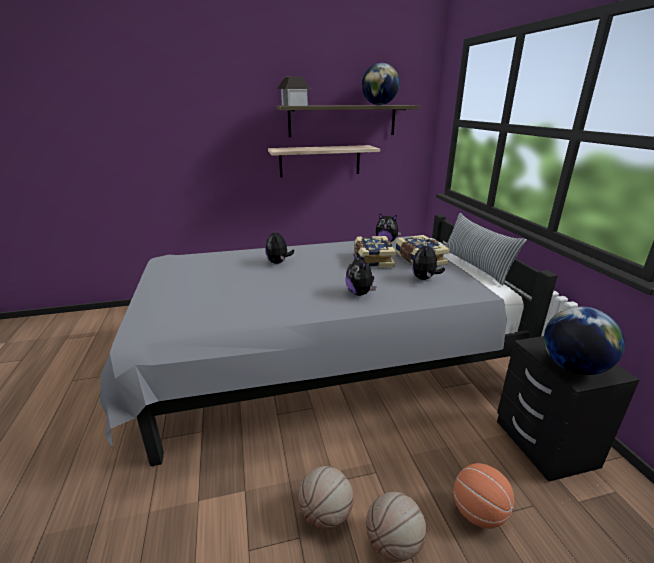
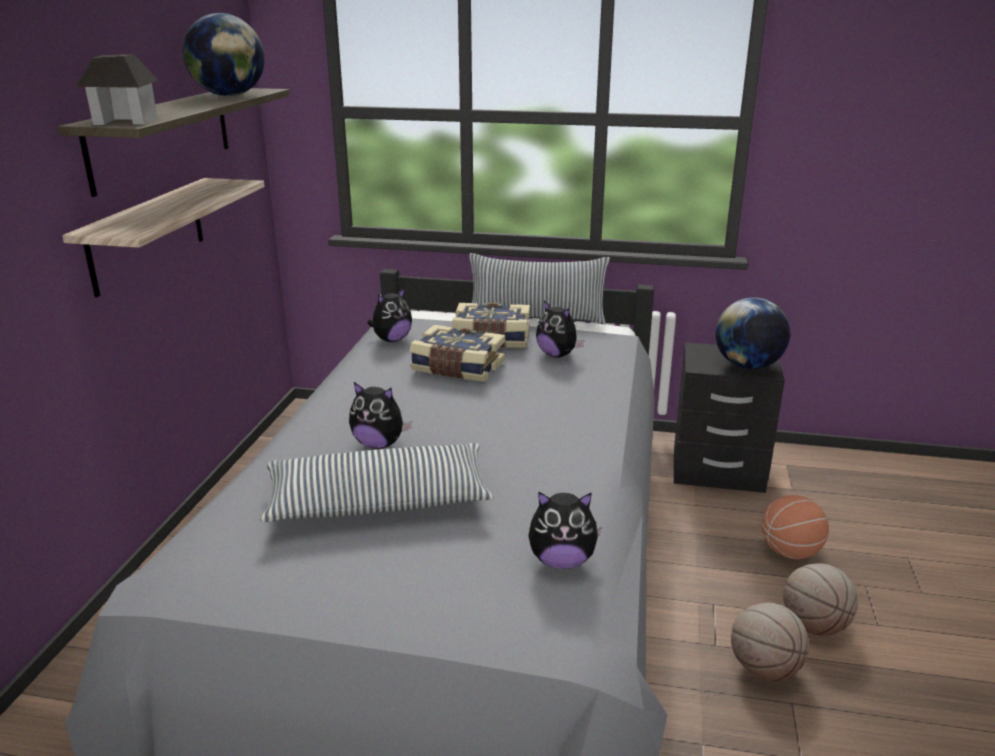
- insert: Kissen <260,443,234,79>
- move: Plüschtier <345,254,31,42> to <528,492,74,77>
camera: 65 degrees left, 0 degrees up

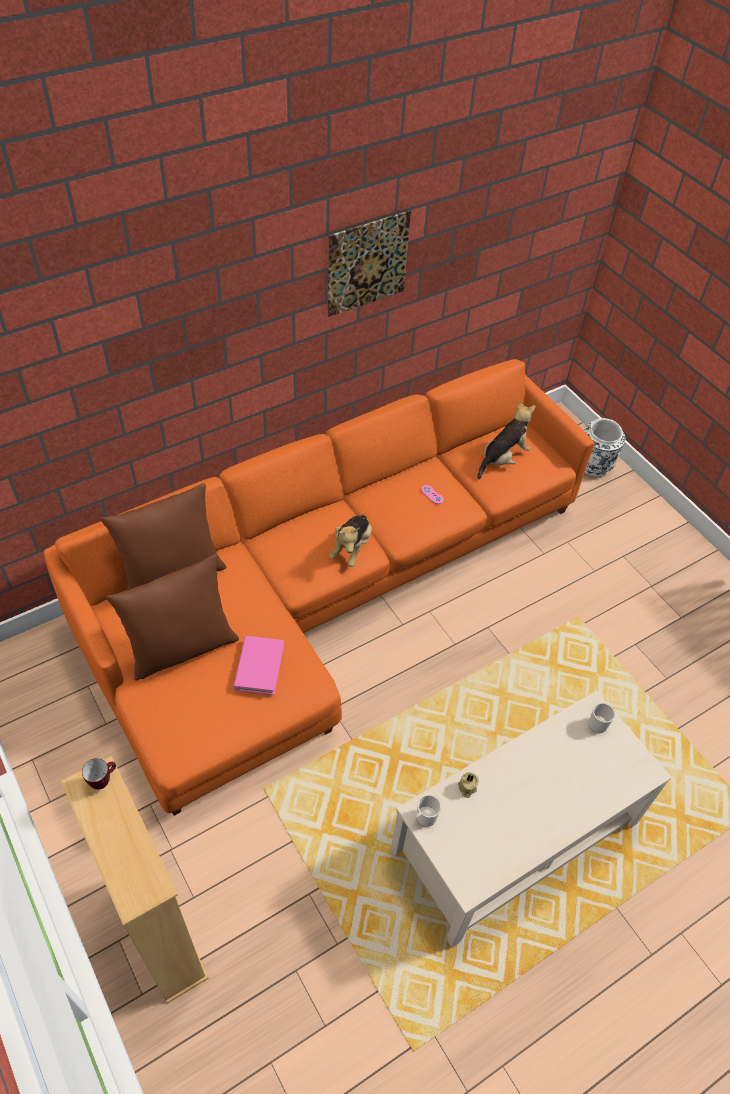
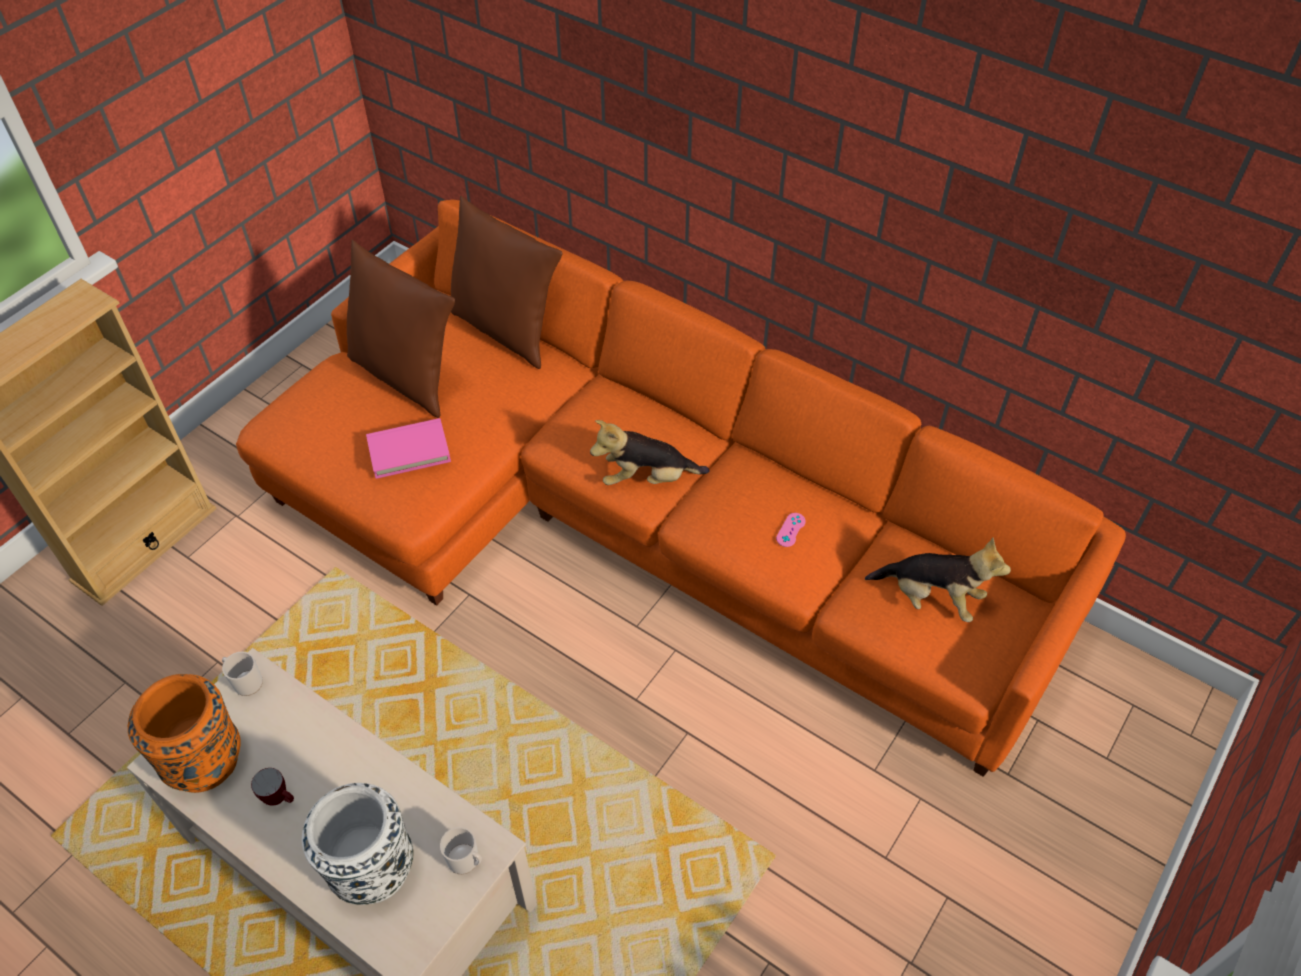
- insert: Vase/orange <128,674,113,119>
- move: Henkelbecher <82,758,34,32> to <251,768,43,38>
- move: Vase/weiß <584,418,41,59> to <302,783,111,122>
- delete: Bild <327,210,84,107>
- delete: Kerze/beige <458,772,21,26>
camera: 70 degrees right, 0 degrees up

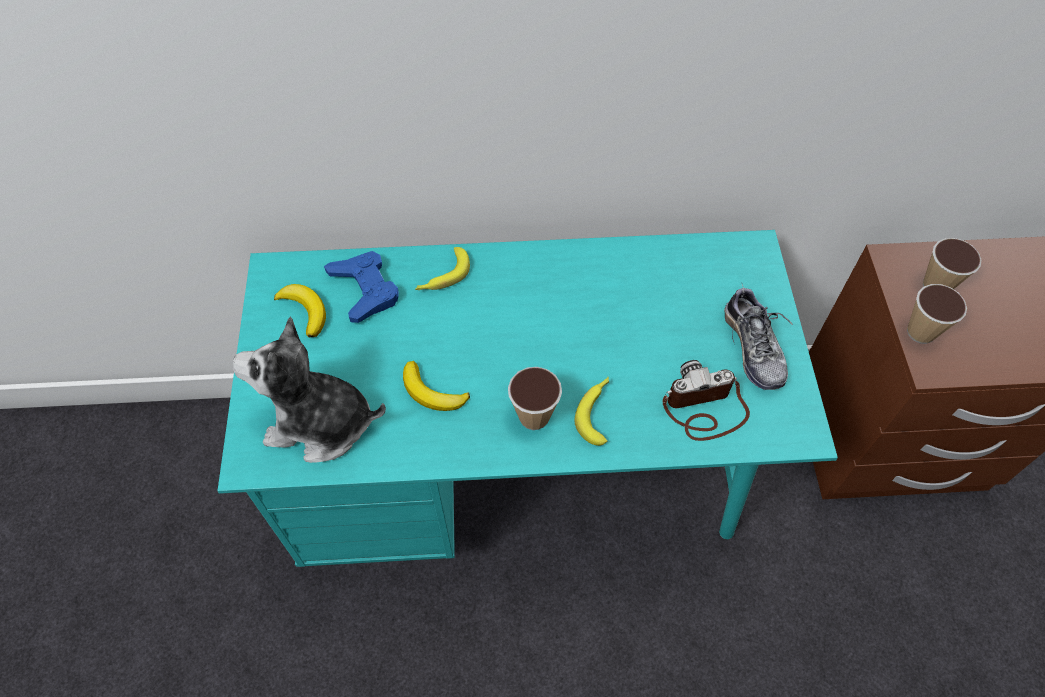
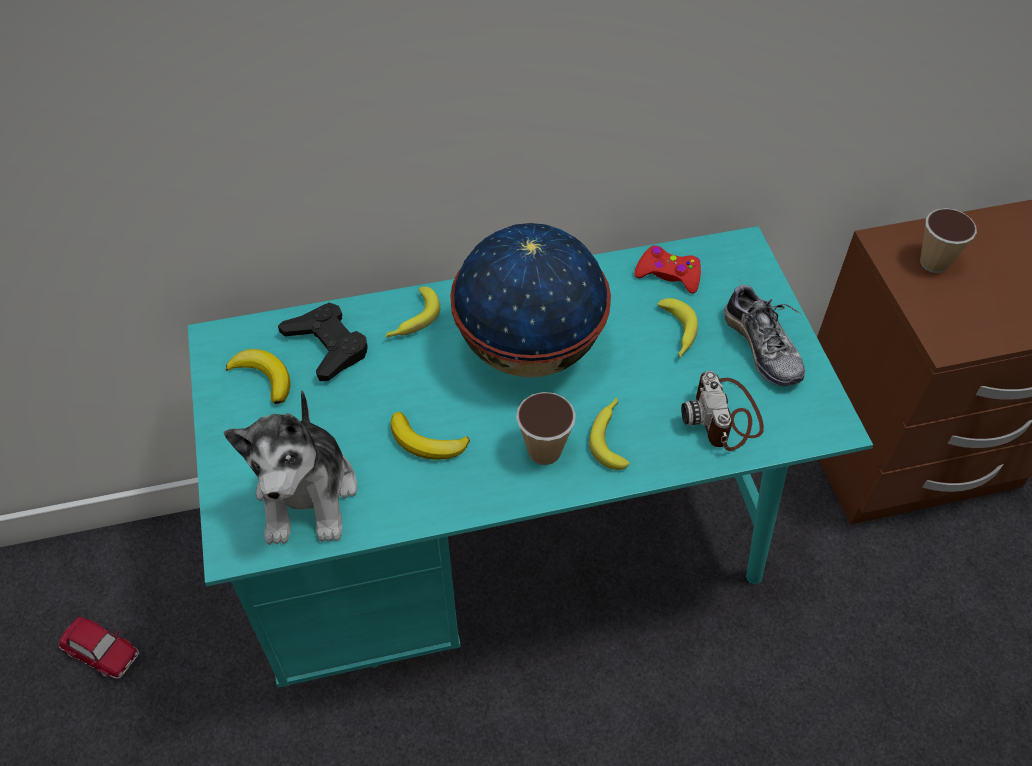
- insert: Spielzeugauto <58,617,81,62>
- rotate: Plüschtier <233,317,153,146> = <224,390,133,155> 90 degrees counterclockwise
- recolor: Gamepad/blau <324,251,75,72> to Gamepad/schwarz <278,303,90,78>
- insert: Globus <450,223,161,154>
- insert: Gamepad/rot <634,245,67,49>
- insert: Banane <657,298,41,60>
- rotate: Kamera <663,360,87,81> = <681,371,83,80> 75 degrees counterclockwise
- delete: Tasse <907,284,60,60>
camera: 10 degrees left, 5 degrees down

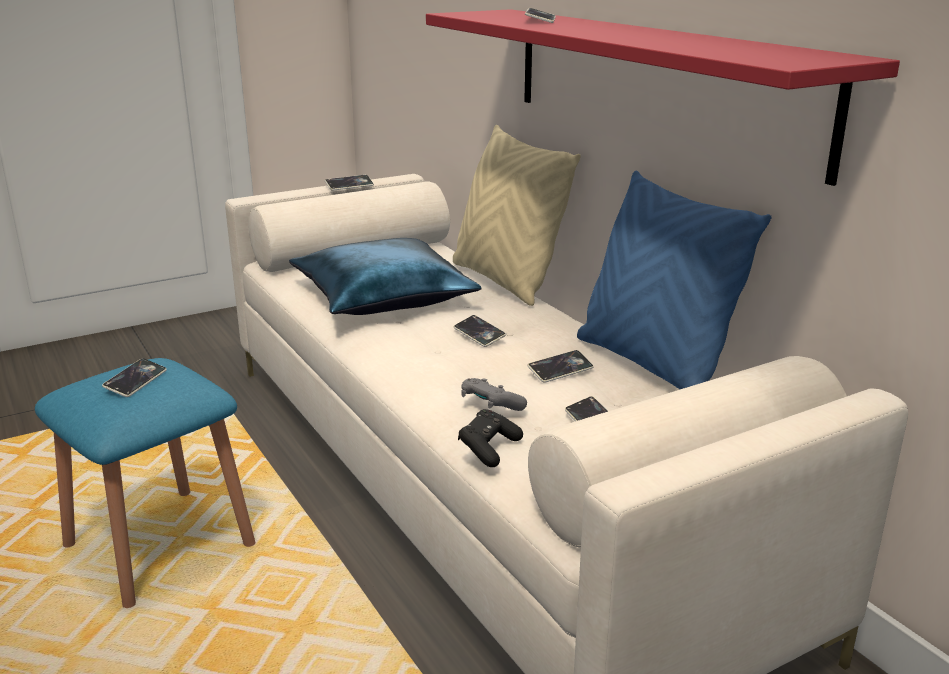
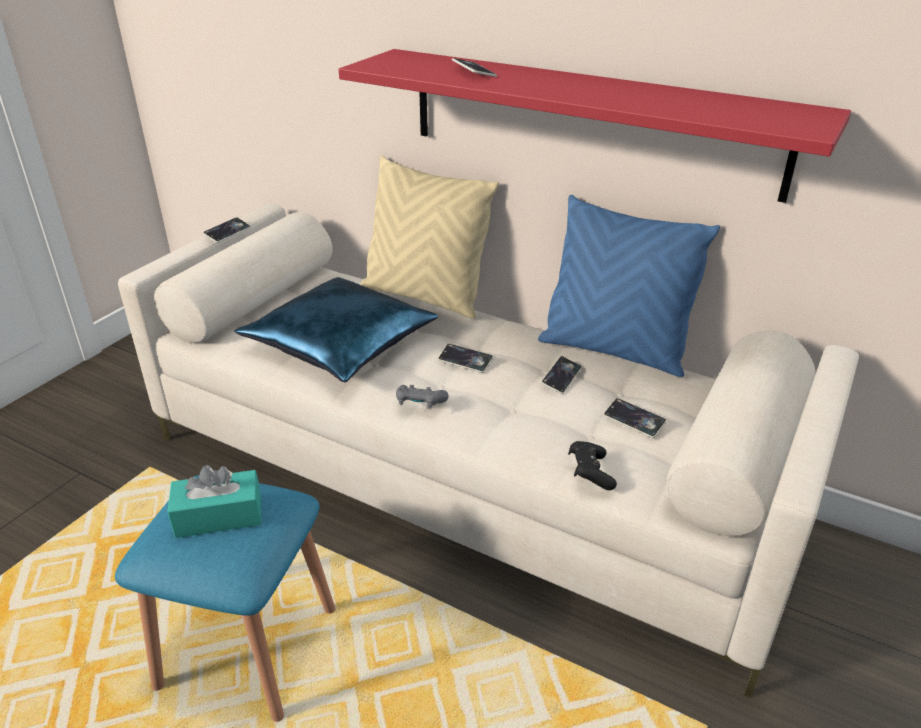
- replace: Handy <102,358,65,39> to Taschentuchbox/türkis <167,465,94,73>
- move: Gamepad/grau <461,378,66,33> to <396,385,53,24>
camera: 30 degrees left, 10 degrees up

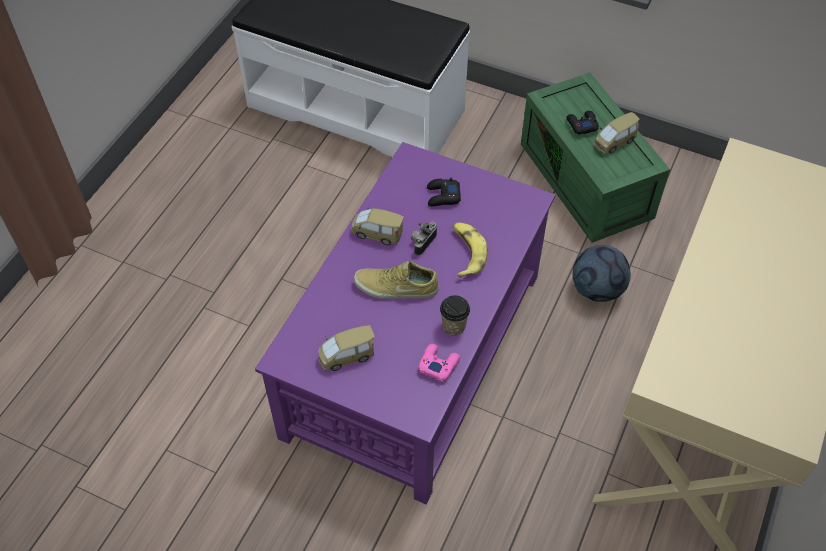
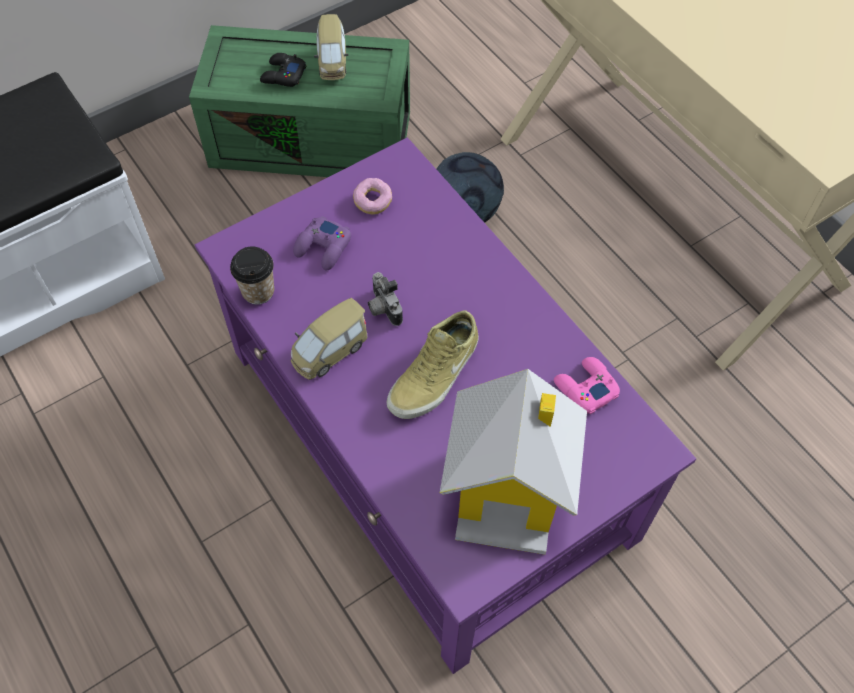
- move: Tasse <440,295,30,41> to <230,246,44,59>
- recolor: Gamepad/schwarz <427,178,34,28> to Gamepad/lila <293,216,58,54>
- insert: Donut <353,178,39,36>
- replace: Spielzeugauto <318,325,57,46> to Spielzeughaus <440,369,147,186>
- delete: Banane <453,222,34,56>
camera: 60 degrees left, 5 degrees up

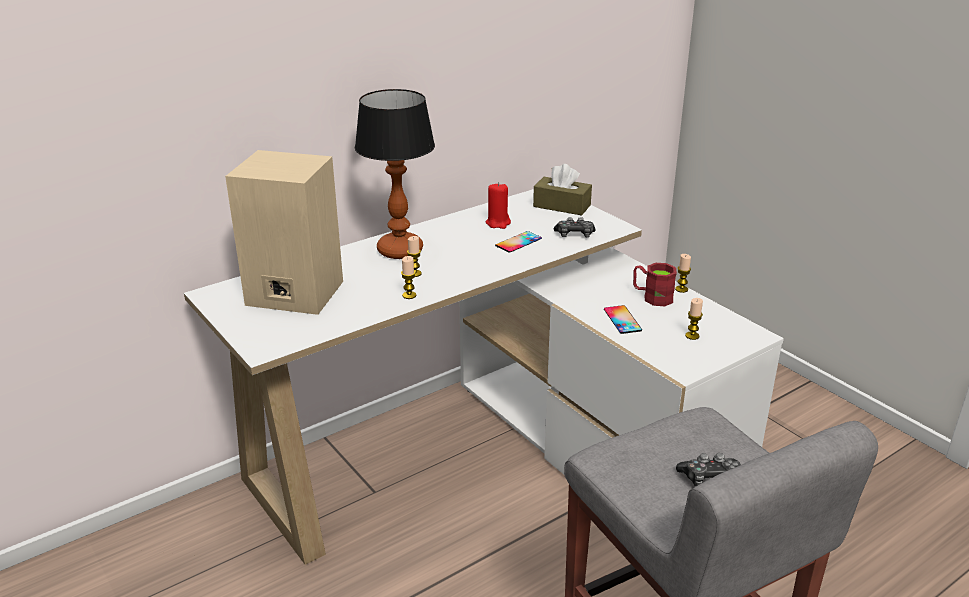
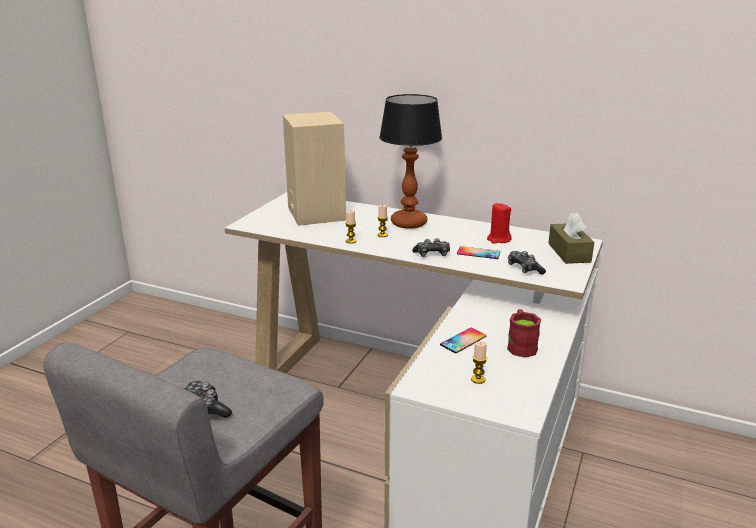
- insert: Gamepad <412,239,38,18>
- delete: Kerze <675,254,16,39>
camera: 60 degrees right, 5 degrees down

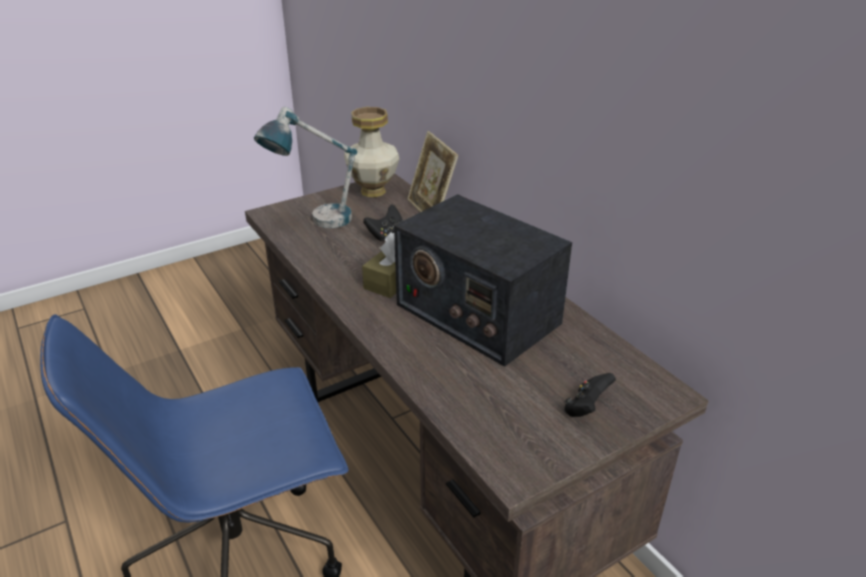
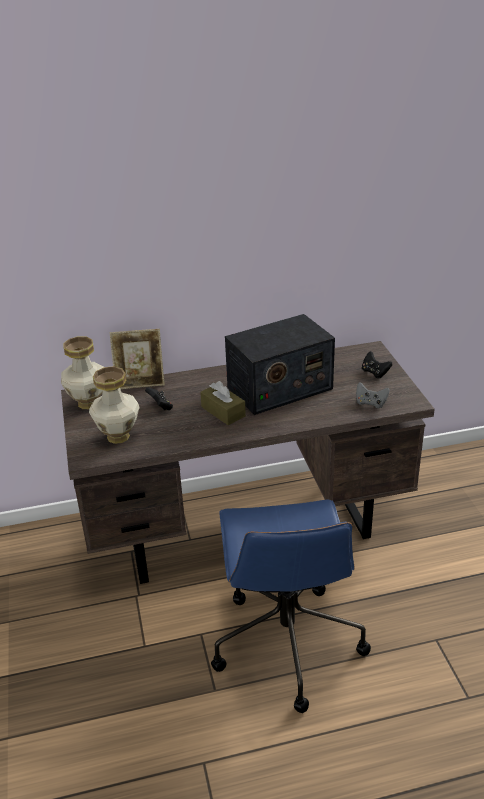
- replace: Tischlampe <254,107,103,121> to Vase <89,366,51,78>
- insert: Gamepad/grau <356,382,33,26>
camera: 70 degrees left, 0 degrees up

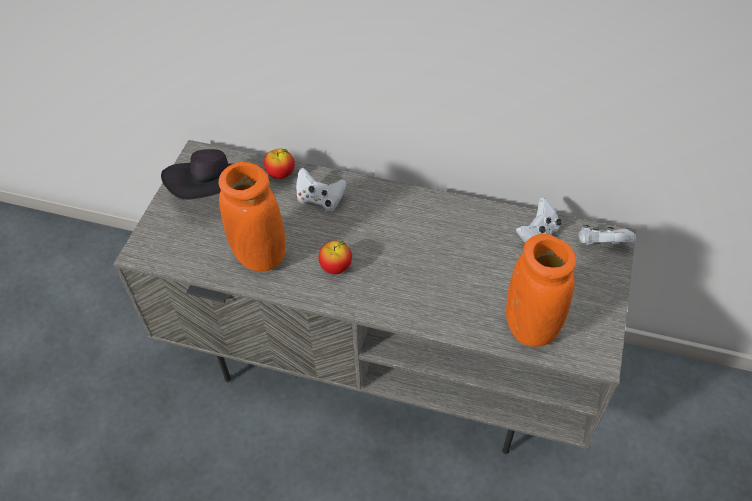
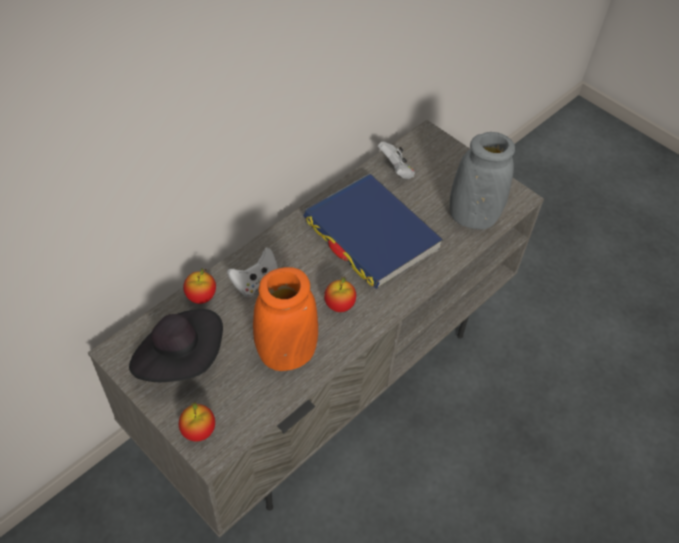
- insert: Apfel <179,402,36,40>
- insert: Buch/blau <303,174,140,115>
- recolor: Vase/orange <506,234,70,113> to Vase/grau <450,132,65,97>
- delete: Gamepad/weiß <579,225,57,20>
camera: 65 degrees left, 0 degrees up

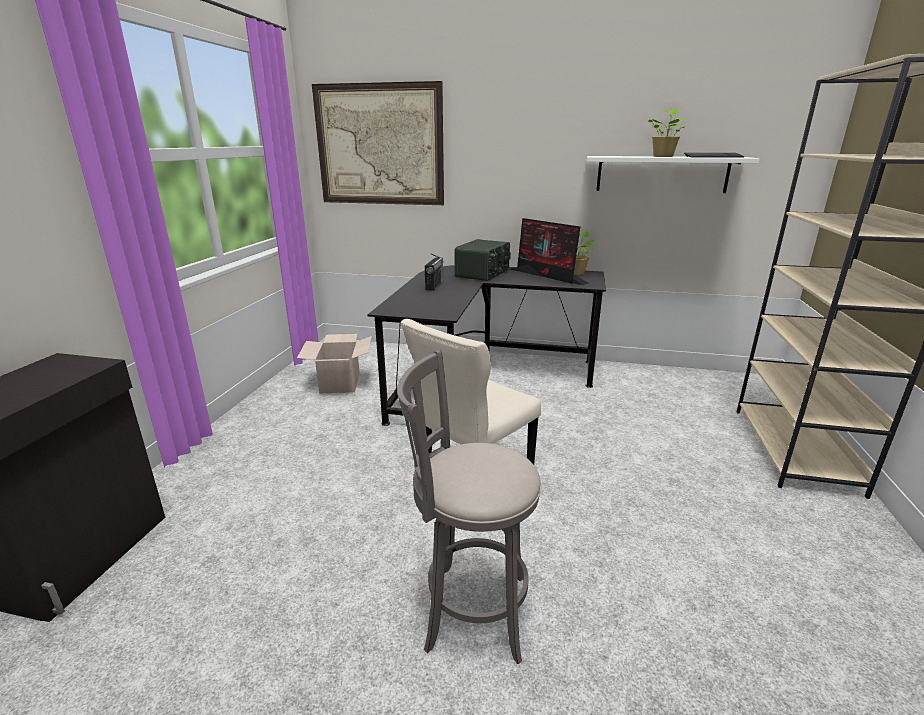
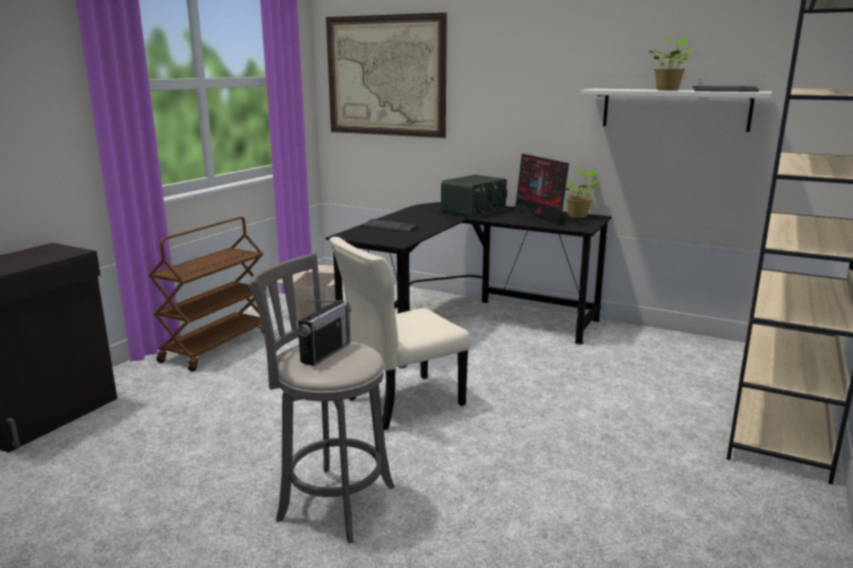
- insert: Rollwagen/braun <148,217,118,155>
- move: Radio <425,253,18,38> to <298,300,53,66>
- insert: Tastatur <362,219,56,14>
camera: 15 degrees right, 5 degrees down

